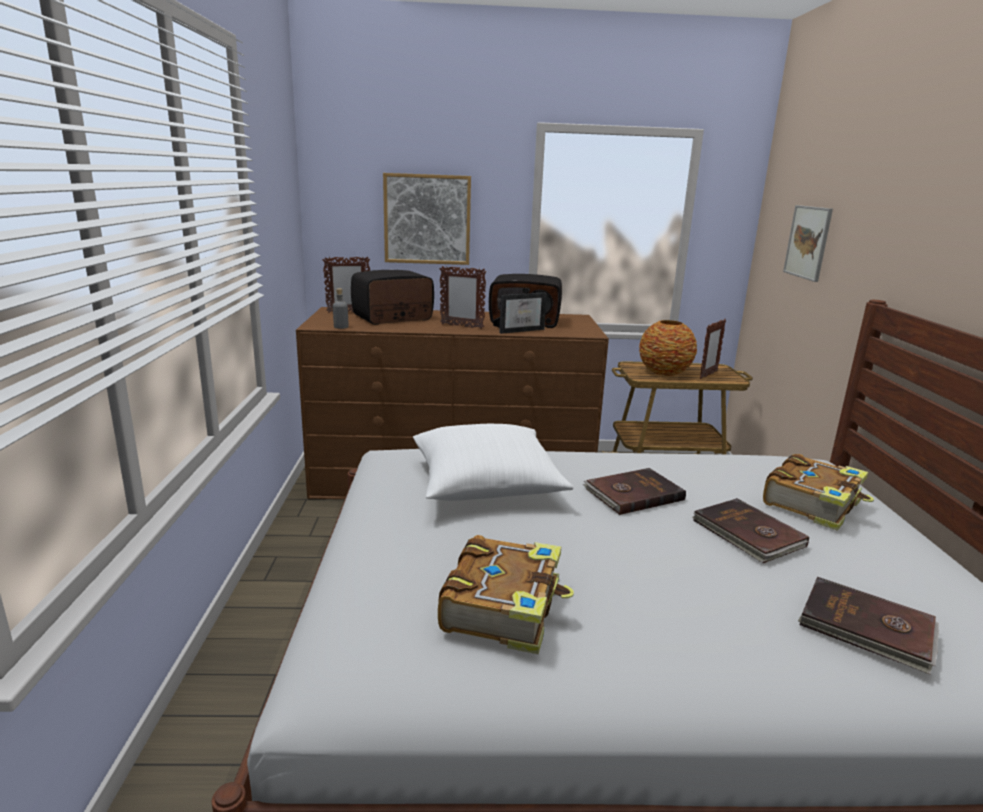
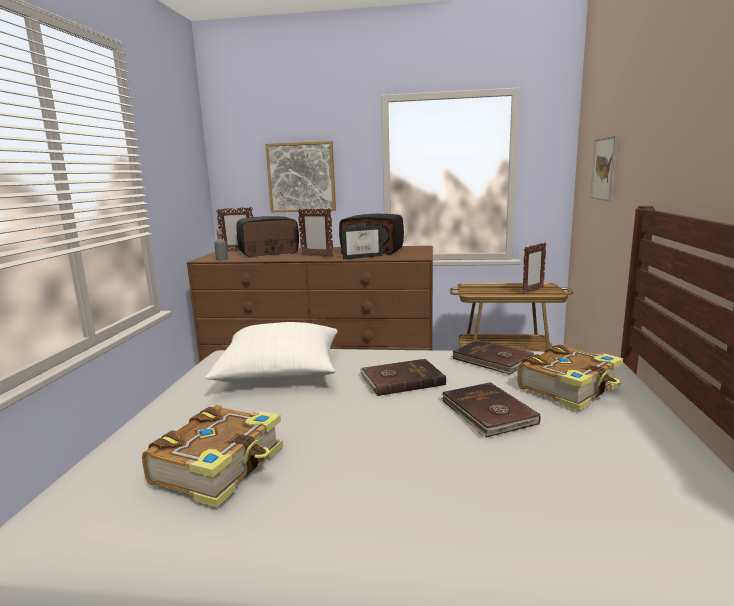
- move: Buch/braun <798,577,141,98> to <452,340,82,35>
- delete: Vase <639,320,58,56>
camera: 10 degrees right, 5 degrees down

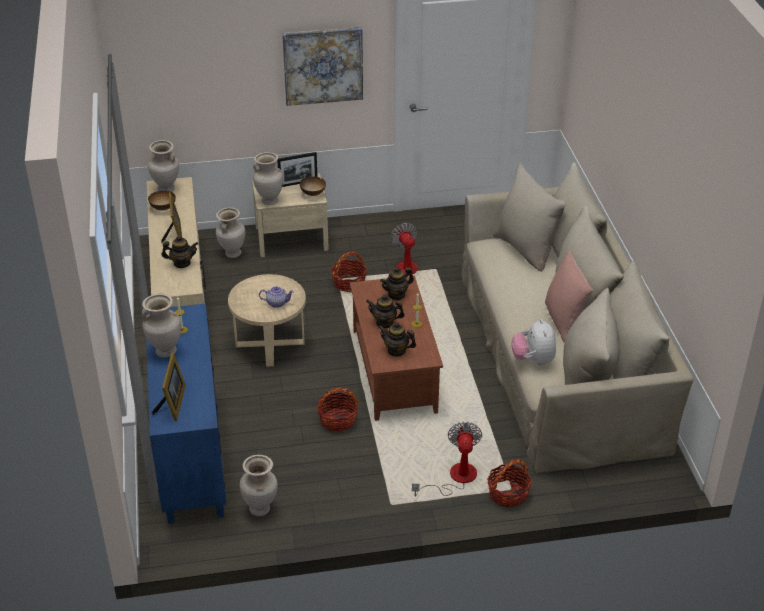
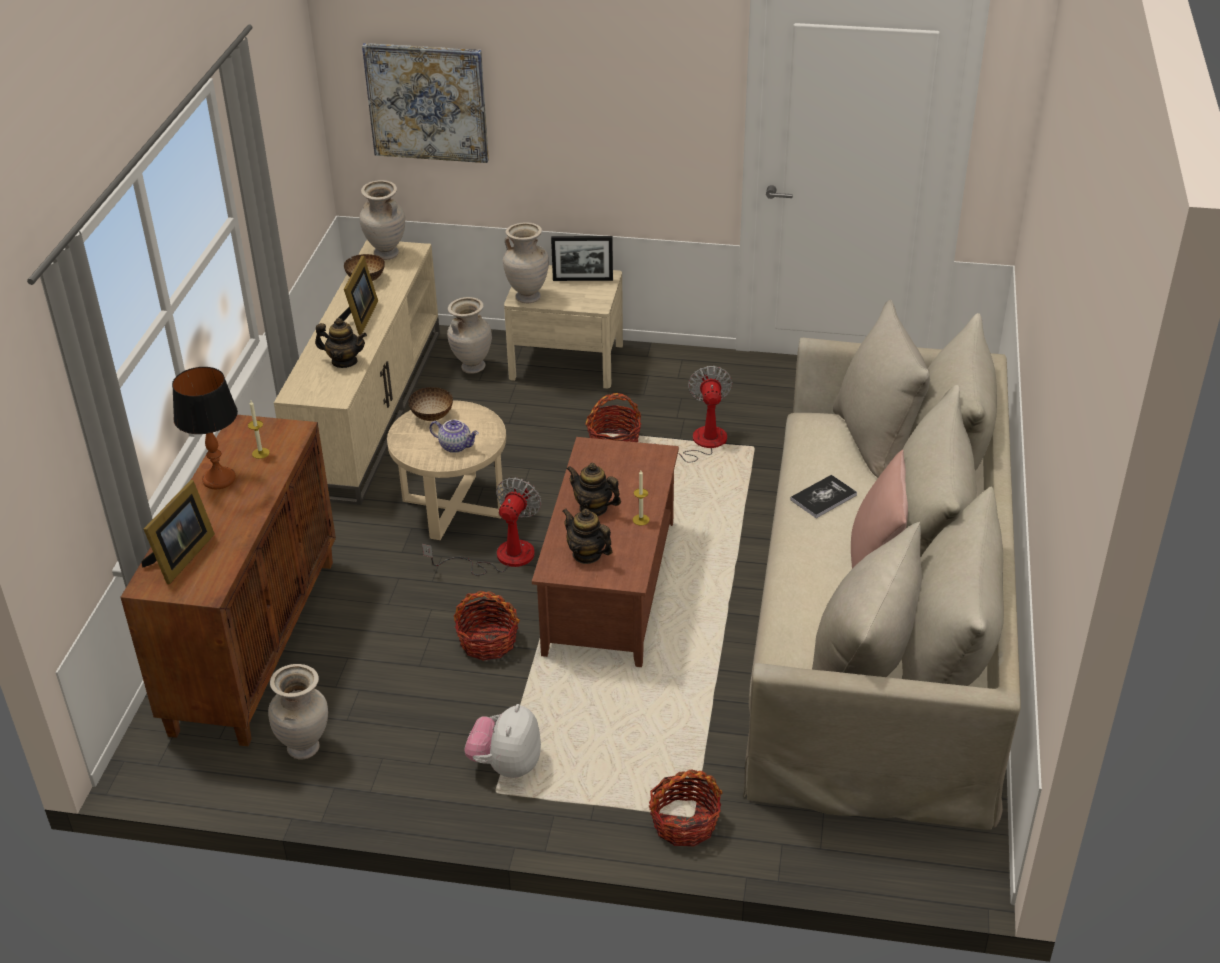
- recolor: Schrank/blau <145,304,81,220> to Schrank/braun <120,415,216,331>
- replace: Vase/beige <142,294,39,64> to Tischlampe <172,367,66,122>
- move: Bild <282,27,81,79> to <362,43,127,120>
- move: Schüssel <300,176,26,20> to <408,387,45,34>
- move: Ventilator <412,422,70,74> to <422,478,119,98>
- move: Plüschtier <511,319,45,46> to <464,704,77,74>
- insert: Buch <790,475,67,43>
- delete: Teekanne <380,267,34,33>
camera: 20 degrees right, 0 degrees up

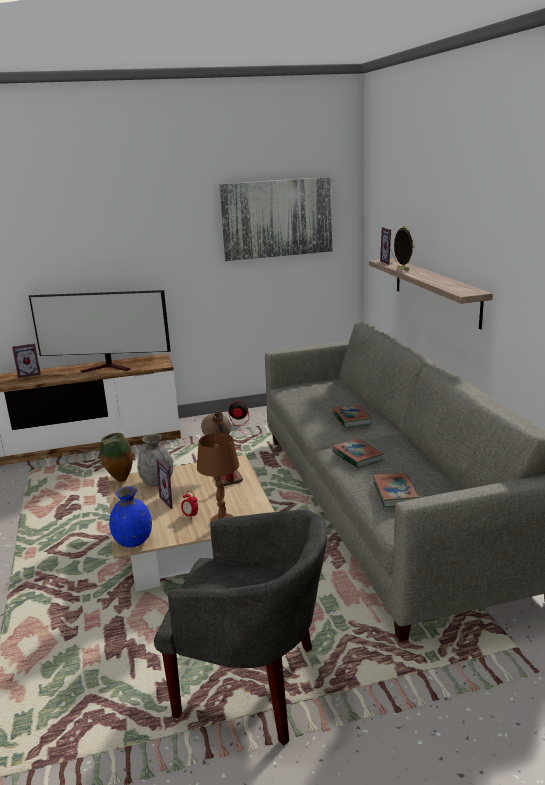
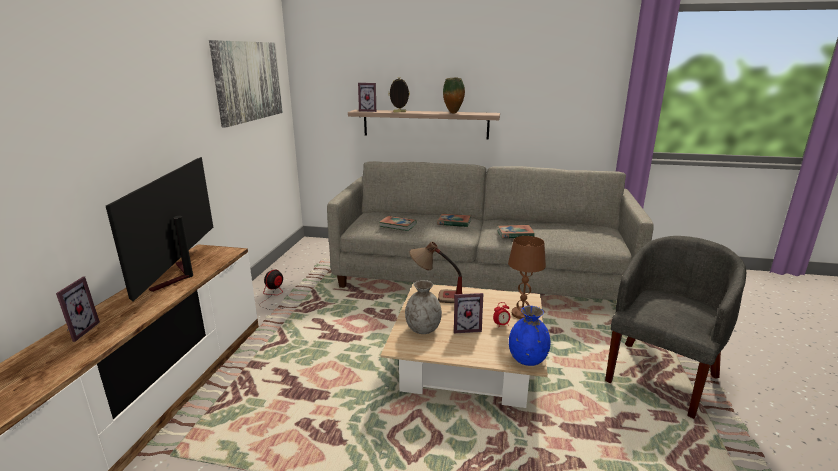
- rotate: Fernseher <29,290,142,83> = <106,157,107,145> 150 degrees clockwise
- move: Buch <373,473,46,34> to <379,216,38,15>
- move: Vase <100,433,33,49> to <443,78,22,36>
camera: 65 degrees left, 0 degrees up

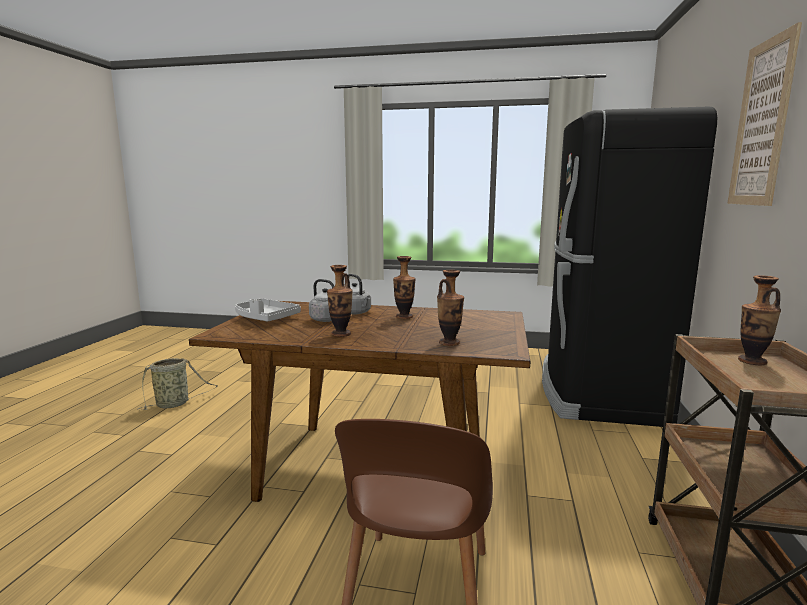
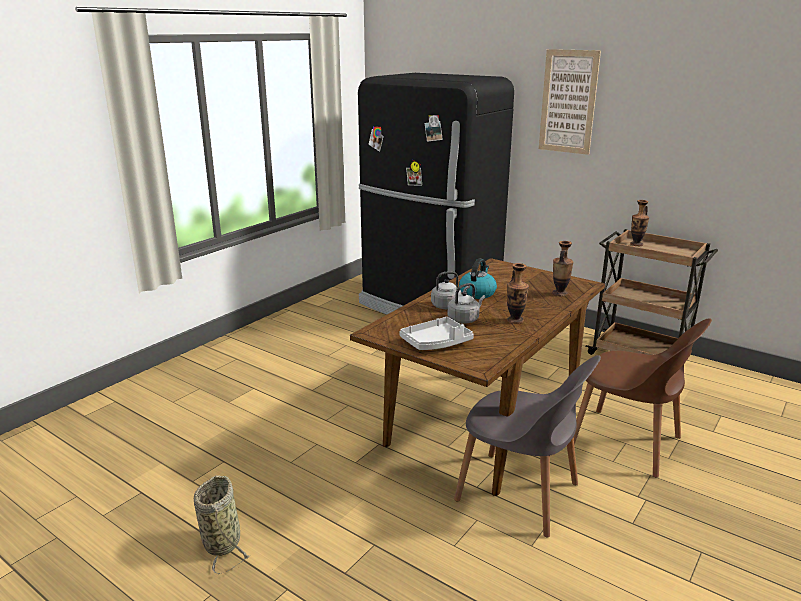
- insert: Stuhl/grau <454,355,147,183>
- replace: Vase <393,256,23,63> to Wasserkessel <459,259,38,40>
camera: 65 degrees left, 10 degrees up

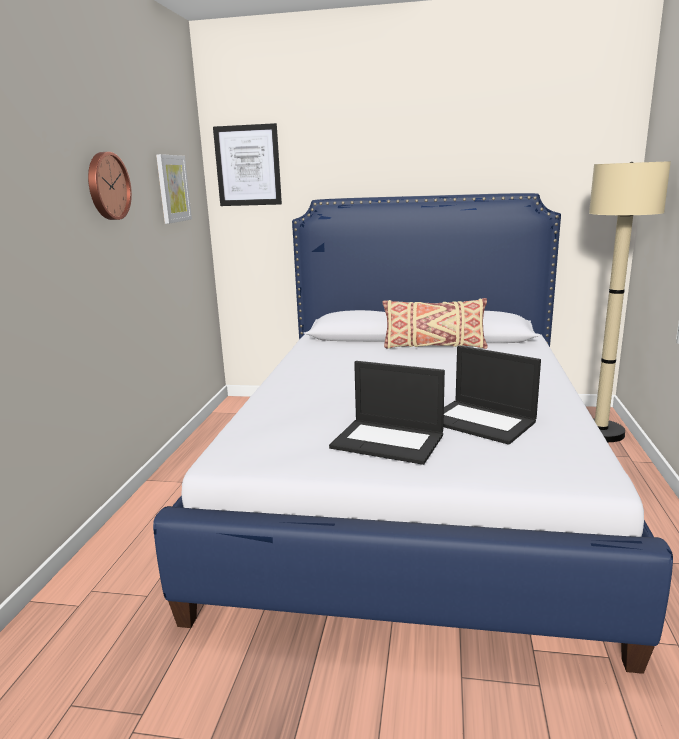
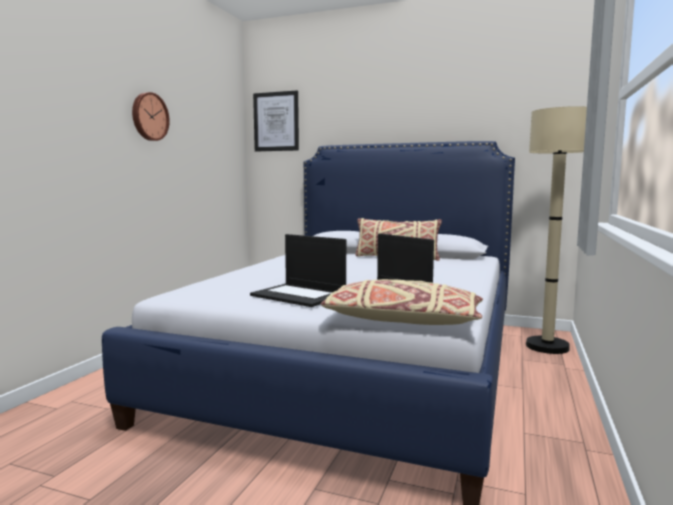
- insert: Kissen/beige <321,279,162,46>
- delete: Bild <156,154,36,70>
camera: 10 degrees right, 10 degrees down

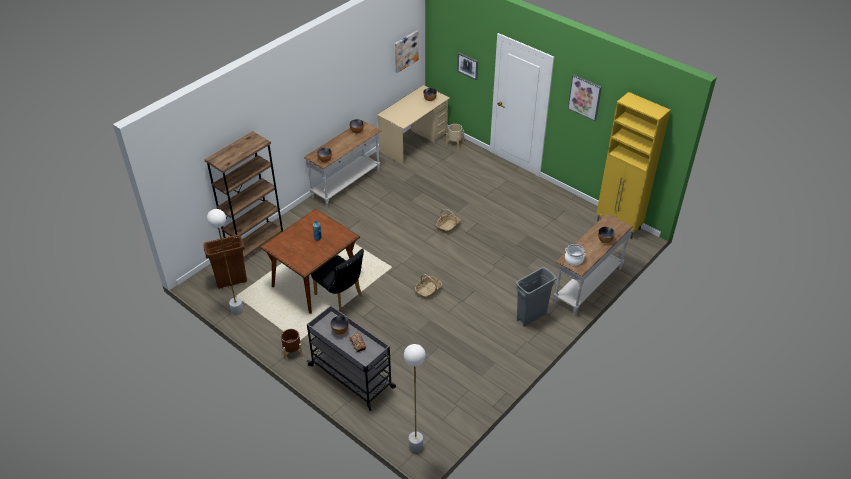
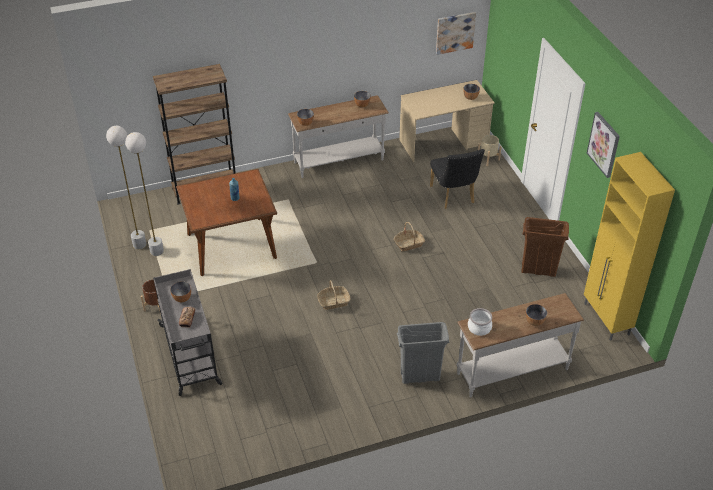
- move: Stehlampe/weiß <404,344,22,108> to <125,132,39,124>
- move: Stuhl/schwarz <311,249,53,63> to <430,149,55,60>
- move: Mülleimer/braun <203,235,44,54> to <521,217,48,60>
- delete: Bild <457,52,21,28>
camera: 30 degrees right, 0 degrees up

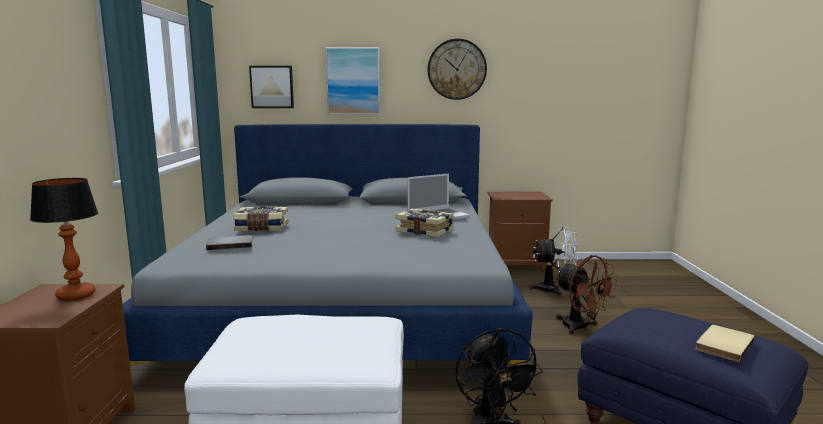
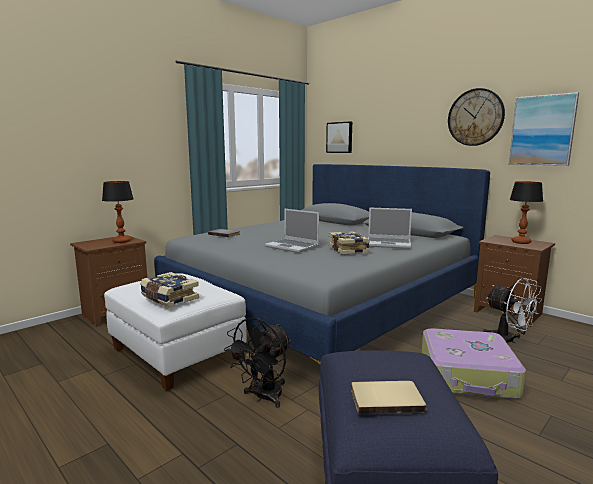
- move: Buch <233,206,55,25> to <140,272,59,35>
- insert: Laptop <265,209,54,44>
- replace: Ventilator/braun <555,255,63,80> to Koffer <422,328,104,71>
- move: Bild <326,47,54,68> to <509,92,70,74>
- insert: Tischlampe <510,181,33,63>
camera: 45 degrees right, 0 degrees up

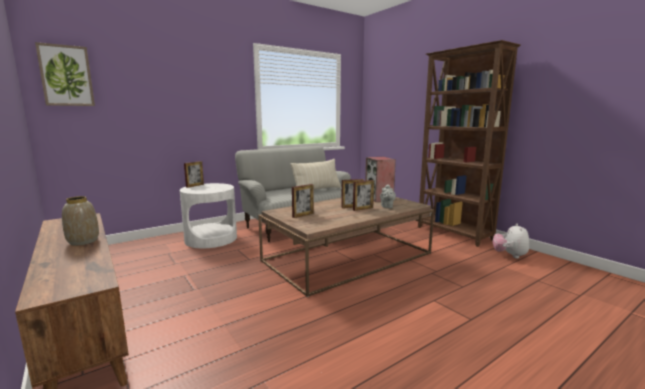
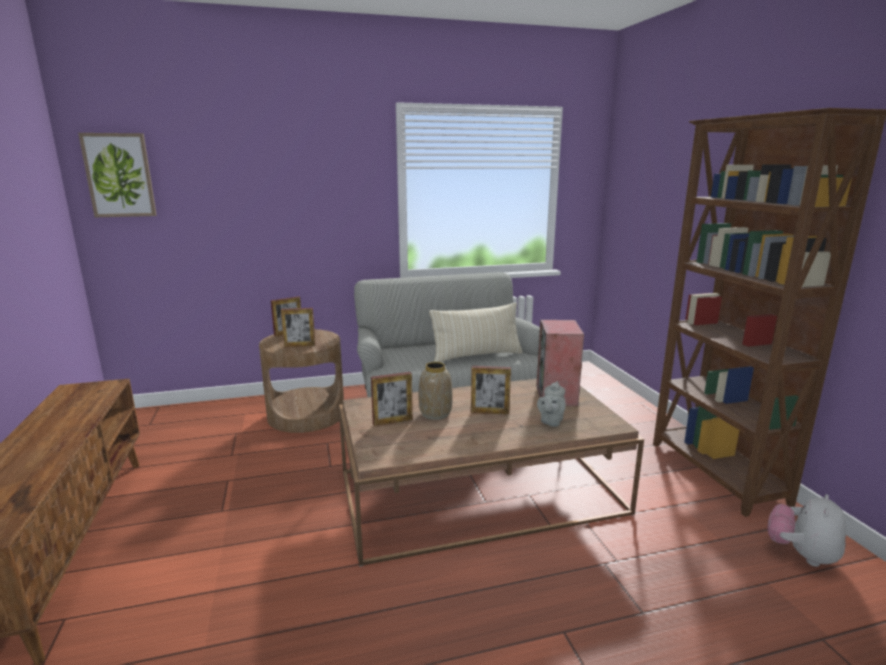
- recolor: Beistelltisch/weiß <180,183,57,65> to Beistelltisch/braun <259,329,85,104>
- move: Bilderrahmen <353,180,21,31> to <281,308,35,39>
- move: Vase <62,196,37,50> to <419,362,33,58>
camera: 20 degrees right, 5 degrees up

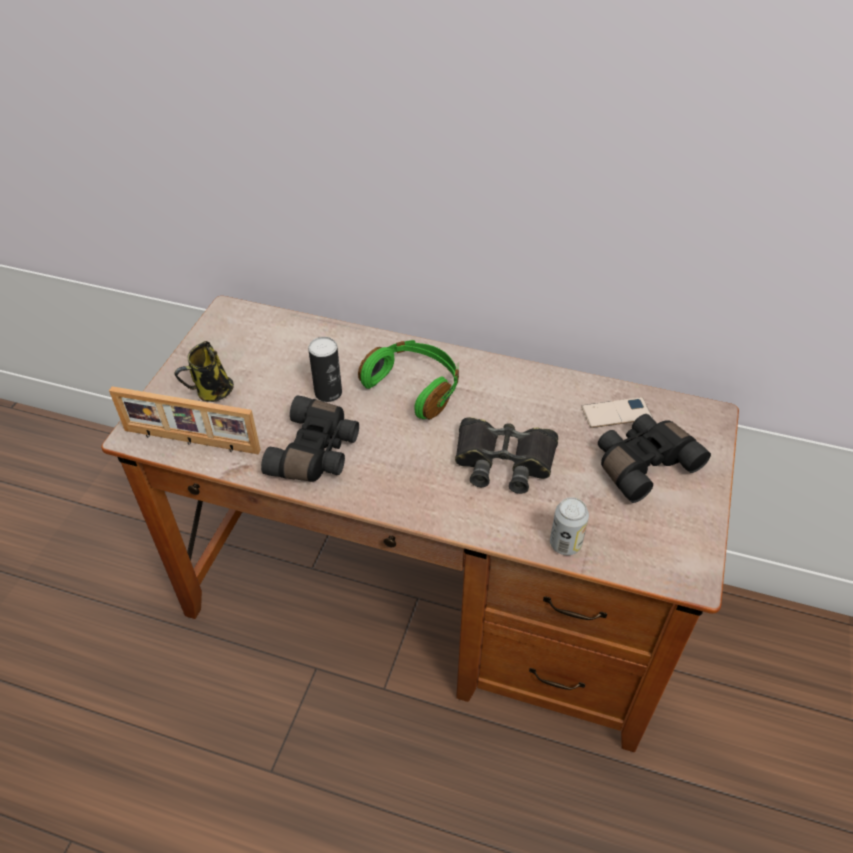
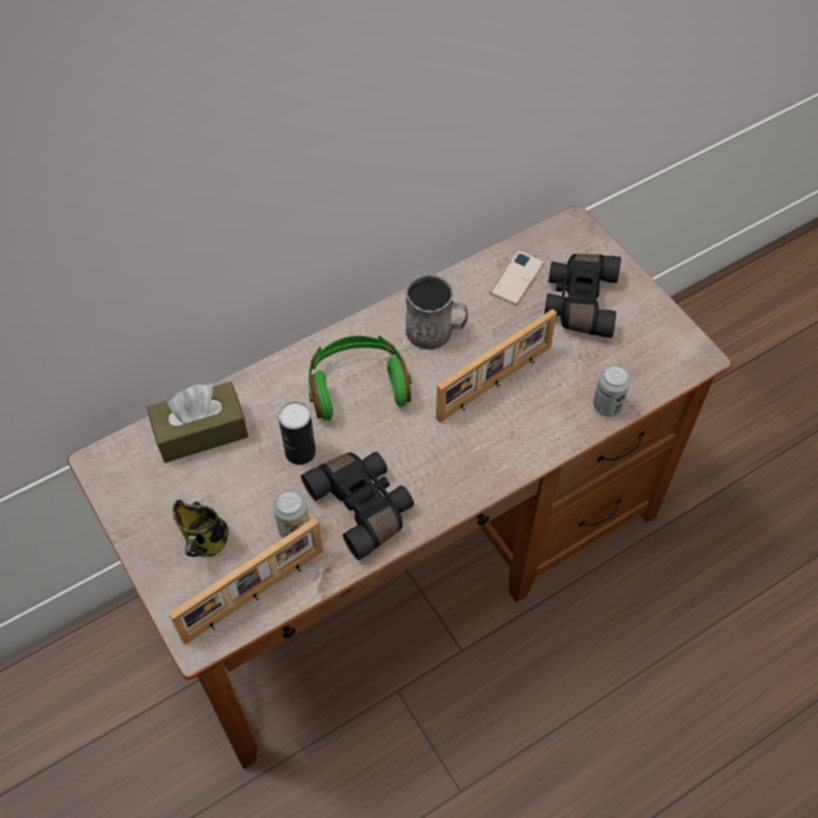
- insert: Taschentuchbox/braun <147,382,101,81>
- insert: Dose <273,490,37,48>
- insert: Henkelbecher/grau <405,274,63,76>
- replace: Fernglas/schwarz <455,417,103,77> to Bilderrahmen <436,309,121,114>
camera: 50 degrees left, 10 degrees up

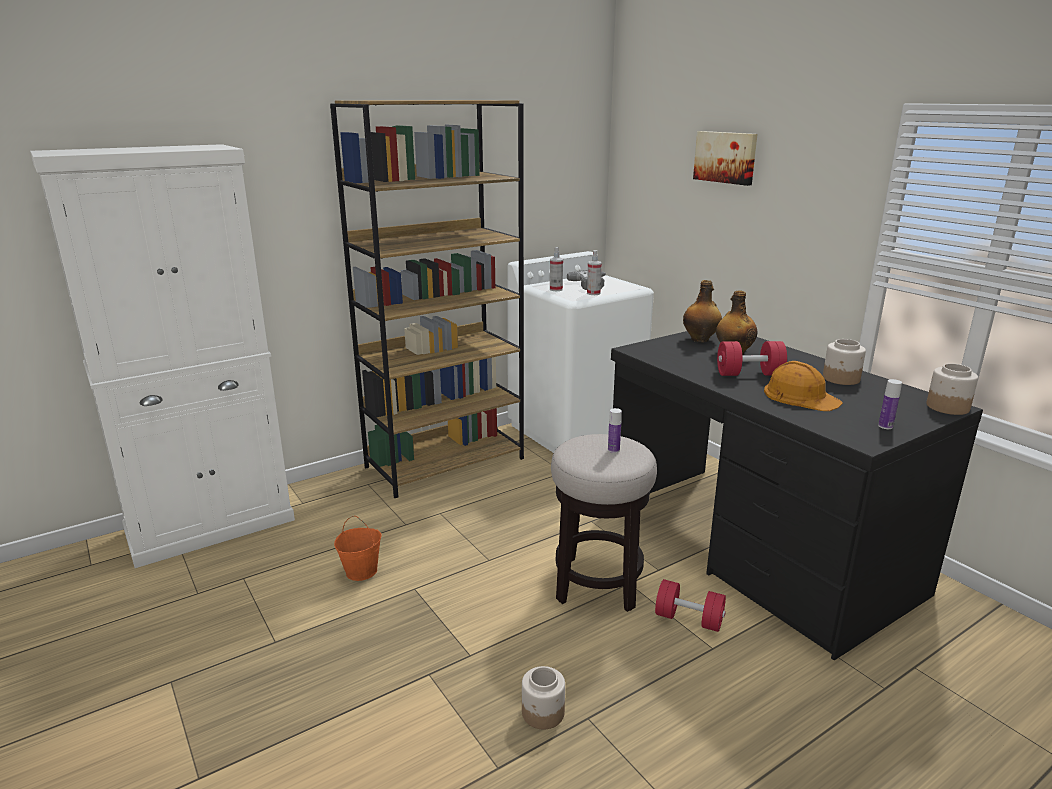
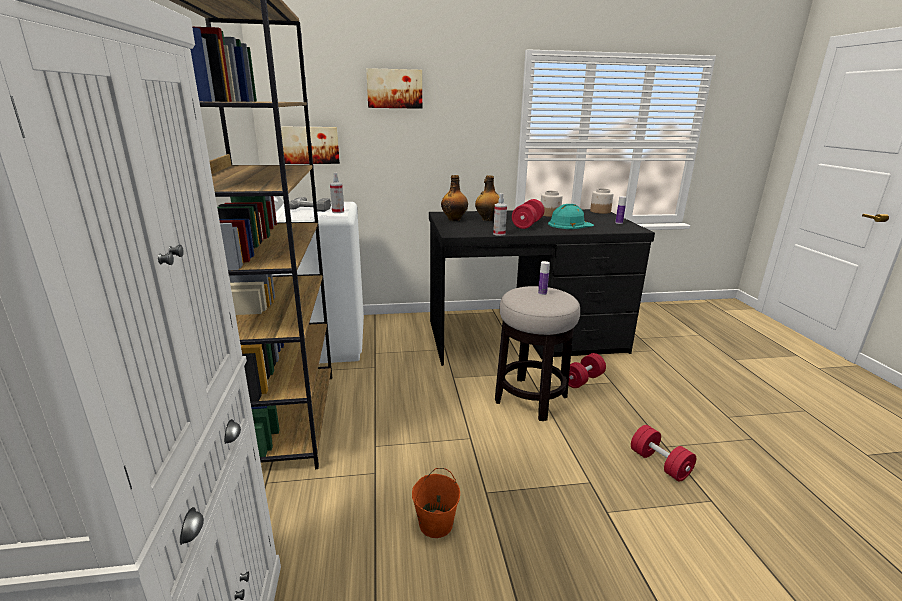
- insert: Bild <281,127,59,37>
- move: Sprühflasche <550,247,13,44> to <493,193,14,43>
- recolor: Schutzhelm/orange <764,361,79,50> to Schutzhelm/türkis <548,204,46,25>
- replace: Vorratsglas <522,666,43,64> to Hantel/rot <631,425,65,56>
camera: 65 degrees left, 0 degrees up

